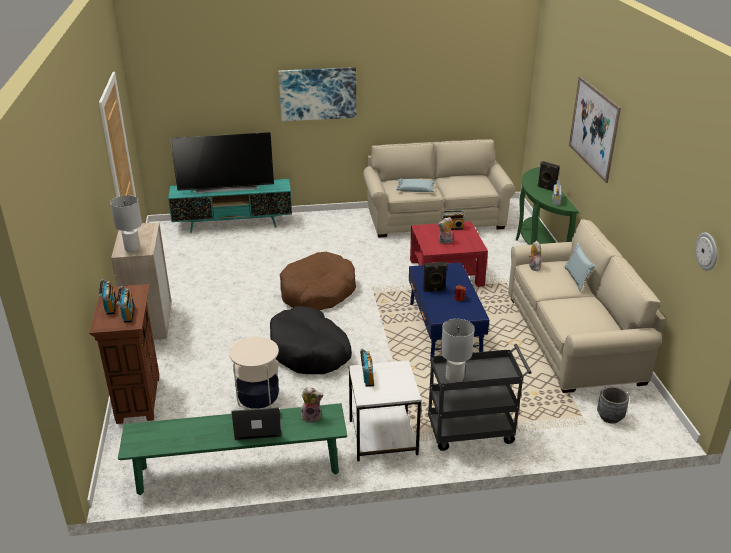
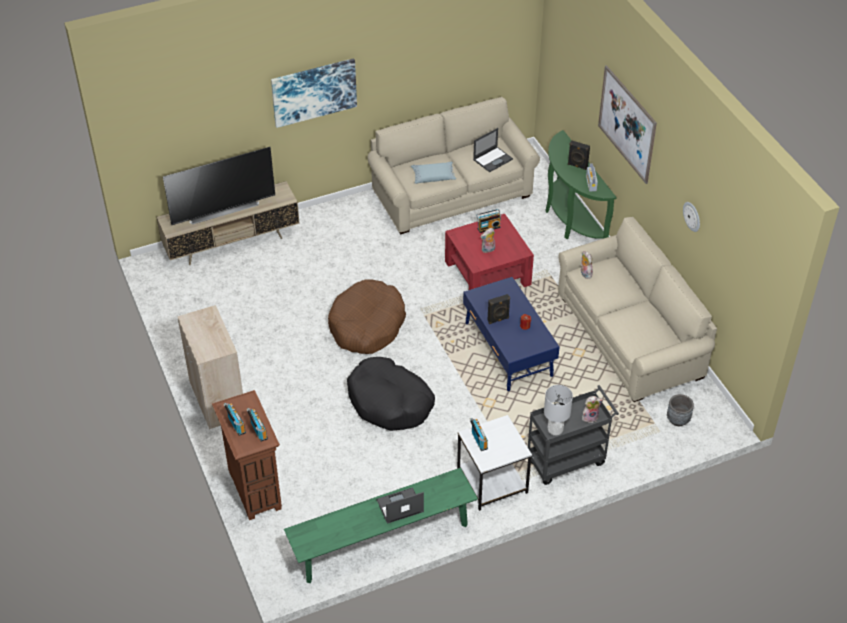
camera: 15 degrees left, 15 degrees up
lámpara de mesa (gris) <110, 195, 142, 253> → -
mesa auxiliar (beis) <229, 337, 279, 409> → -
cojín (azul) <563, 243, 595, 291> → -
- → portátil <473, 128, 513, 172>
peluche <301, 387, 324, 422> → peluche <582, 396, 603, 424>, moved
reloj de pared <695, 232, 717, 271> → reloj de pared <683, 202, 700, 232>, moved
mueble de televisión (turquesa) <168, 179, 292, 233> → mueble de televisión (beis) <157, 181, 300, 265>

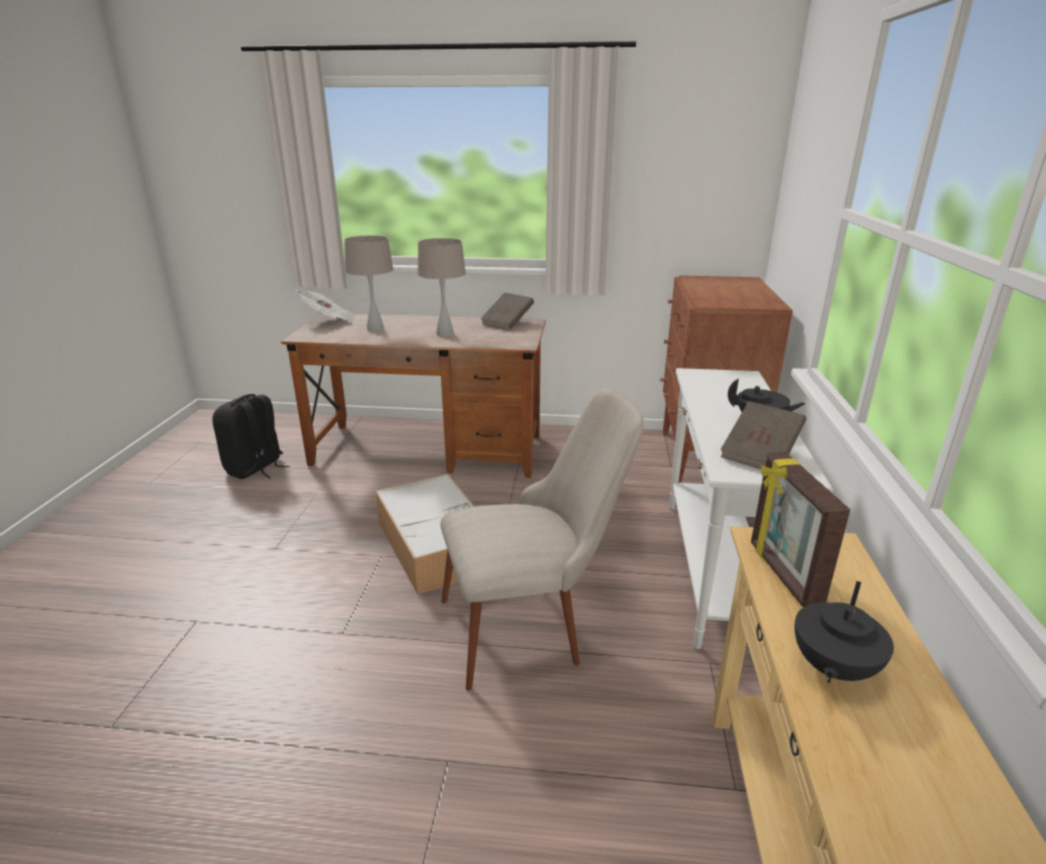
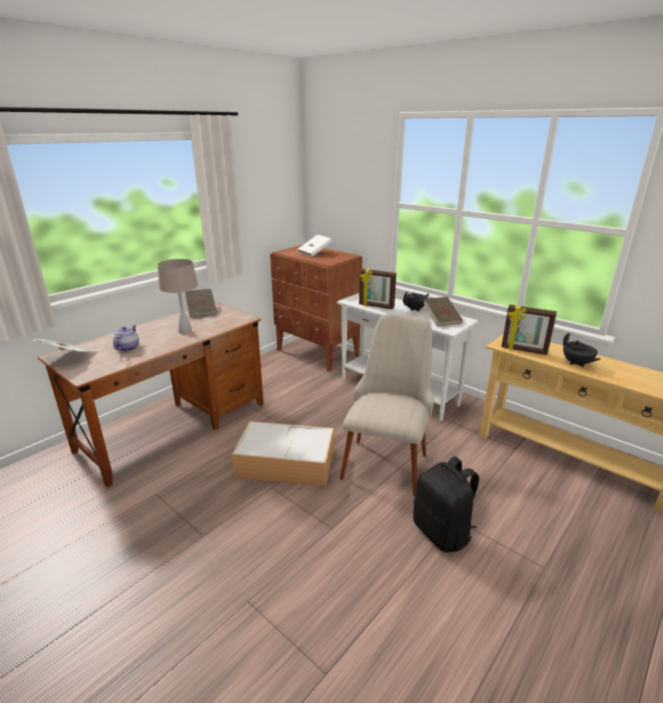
camera: 55 degrees left, 0 degrees up
- → libro (blanco) <298, 235, 332, 257>
- → portarretratos <359, 269, 396, 309>
mochila (negro) <212, 394, 289, 479> → mochila (negro) <413, 456, 479, 552>, moved
lámpara de mesa (beis) <344, 235, 393, 332> → tetera <113, 325, 139, 351>

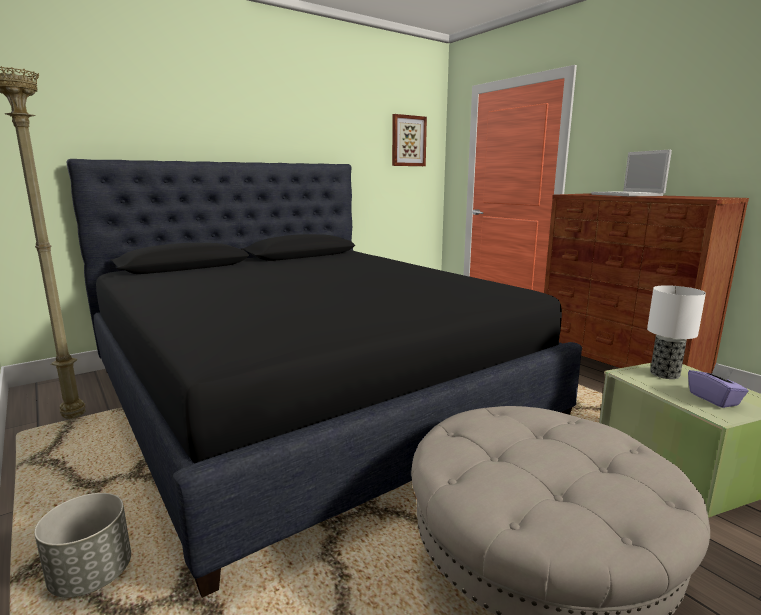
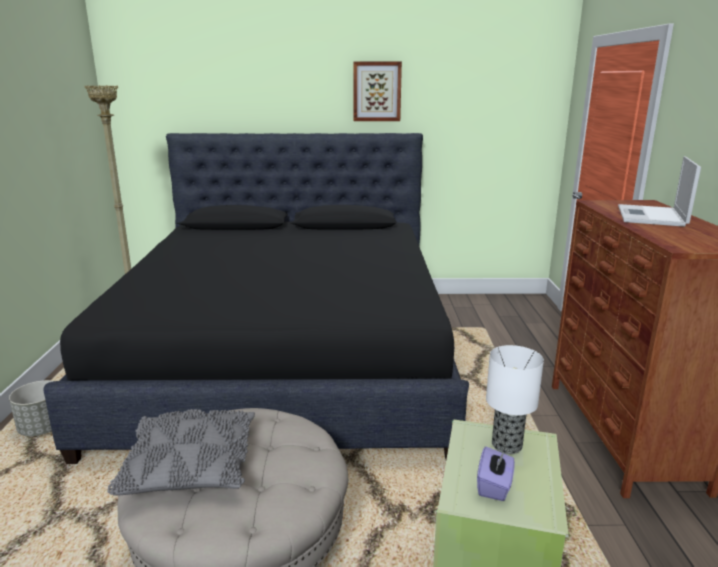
camera: 35 degrees right, 5 degrees up
- → cojín (gris) <107, 409, 255, 496>
cuadro <392, 114, 427, 166> → cuadro <353, 61, 402, 121>, moved

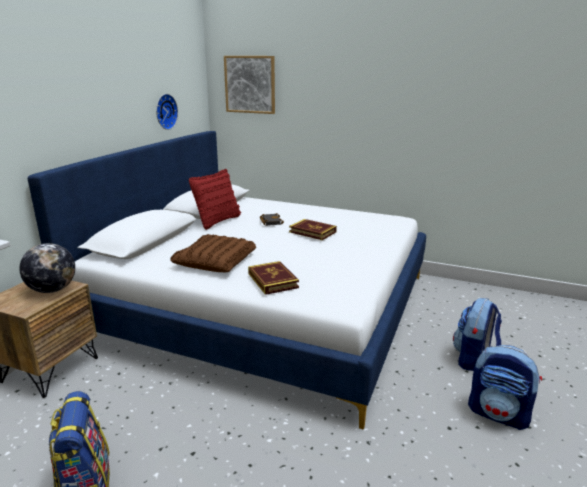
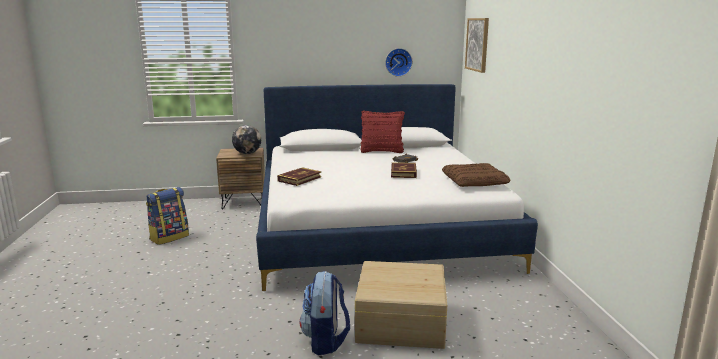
camera: 60 degrees right, 5 degrees down
cojín (marrón) <170, 234, 256, 272> → cojín (marrón) <442, 163, 511, 187>, moved
mochila <453, 298, 502, 371> → caja de almacenaje (beis) <355, 261, 447, 349>

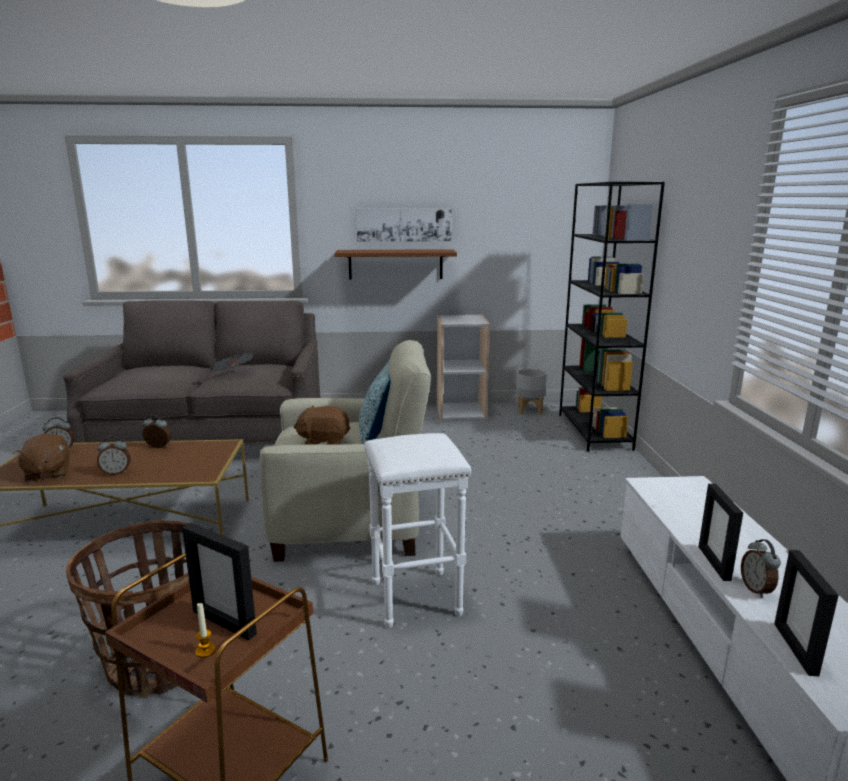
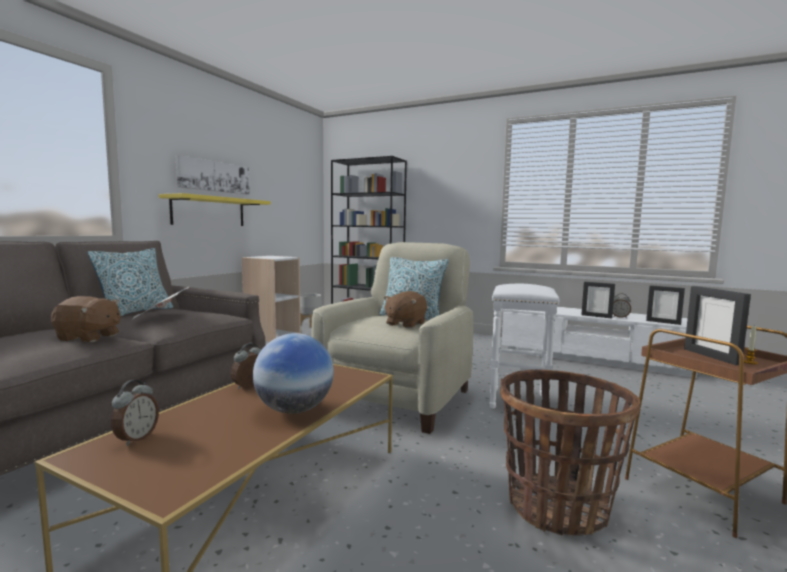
camera: 60 degrees left, 10 degrees down
- → cojín <88, 248, 173, 316>
peluche (marrón) <13, 434, 69, 482> → peluche (marrón) <51, 296, 121, 342>, moved
despertador <97, 436, 131, 475> → globo terráqueo <253, 333, 334, 414>
estante (marrón) <334, 249, 457, 280> → estante (amarillo) <159, 193, 271, 226>
portarretratos <182, 523, 257, 640> → portarretratos <684, 286, 751, 365>, 105 degrees clockwise

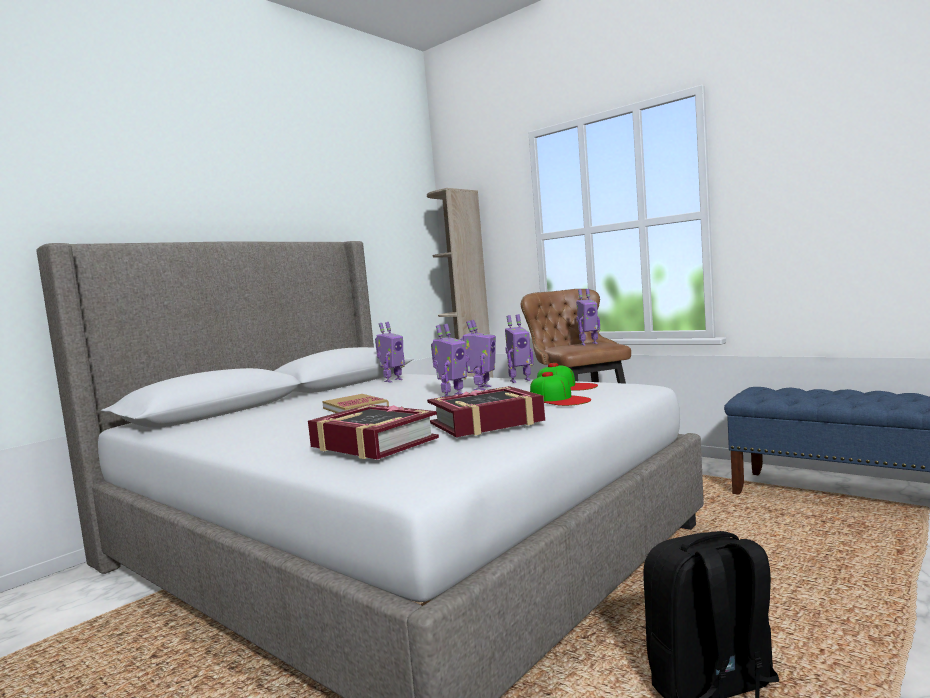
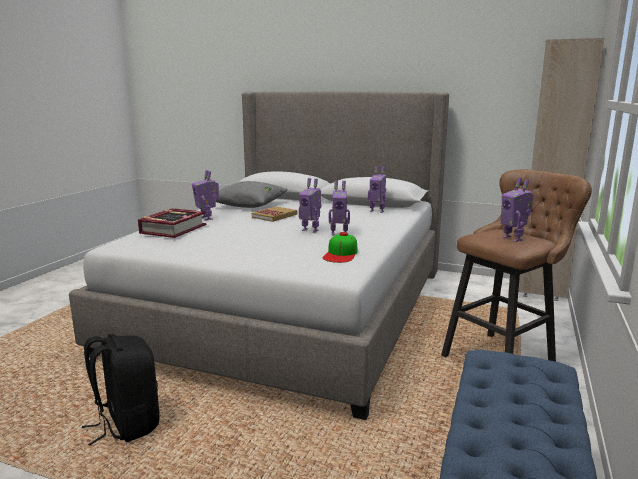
camera: 70 degrees right, 10 degrees up
libro <427, 386, 545, 437> → -
gorra <530, 372, 591, 406> → -
- → cojín (gris) <216, 181, 288, 208>
robot de juguete <505, 314, 534, 383> → robot de juguete <192, 170, 219, 221>, moved

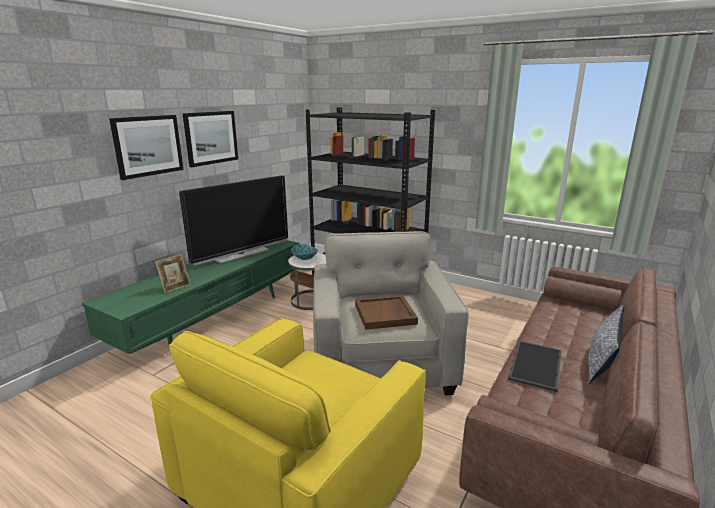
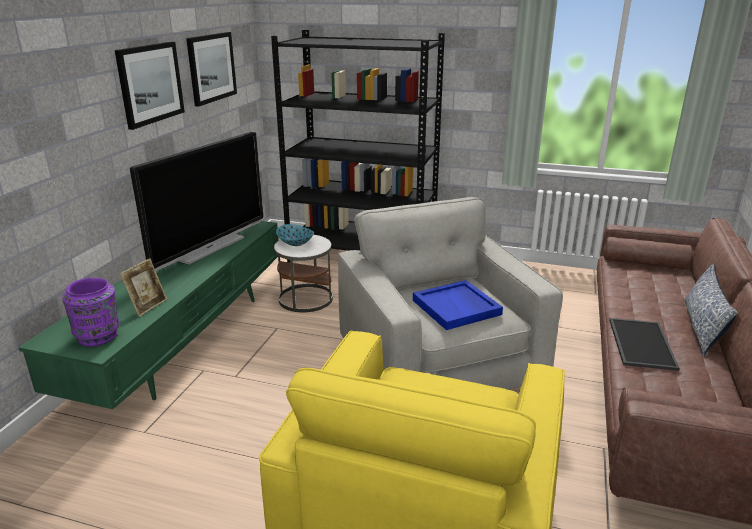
camera: 15 degrees left, 5 degrees up
- → florero (morado) <62, 278, 120, 347>
cuadro <109, 115, 184, 180> → cuadro <186, 32, 237, 107>, moved
bandeja (marrón) <355, 295, 418, 330> → bandeja (azul) <413, 280, 503, 330>

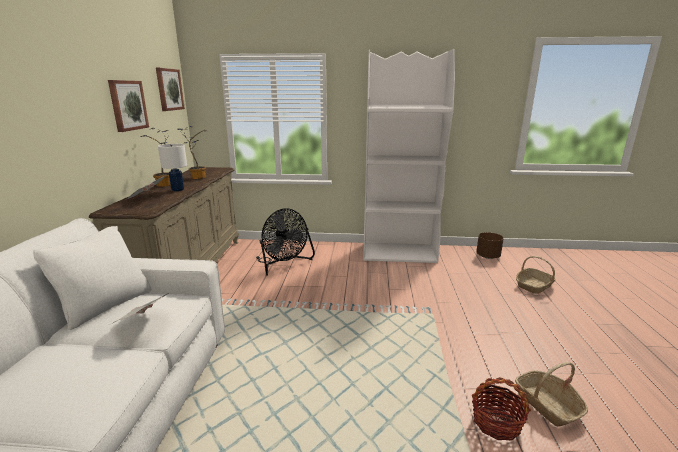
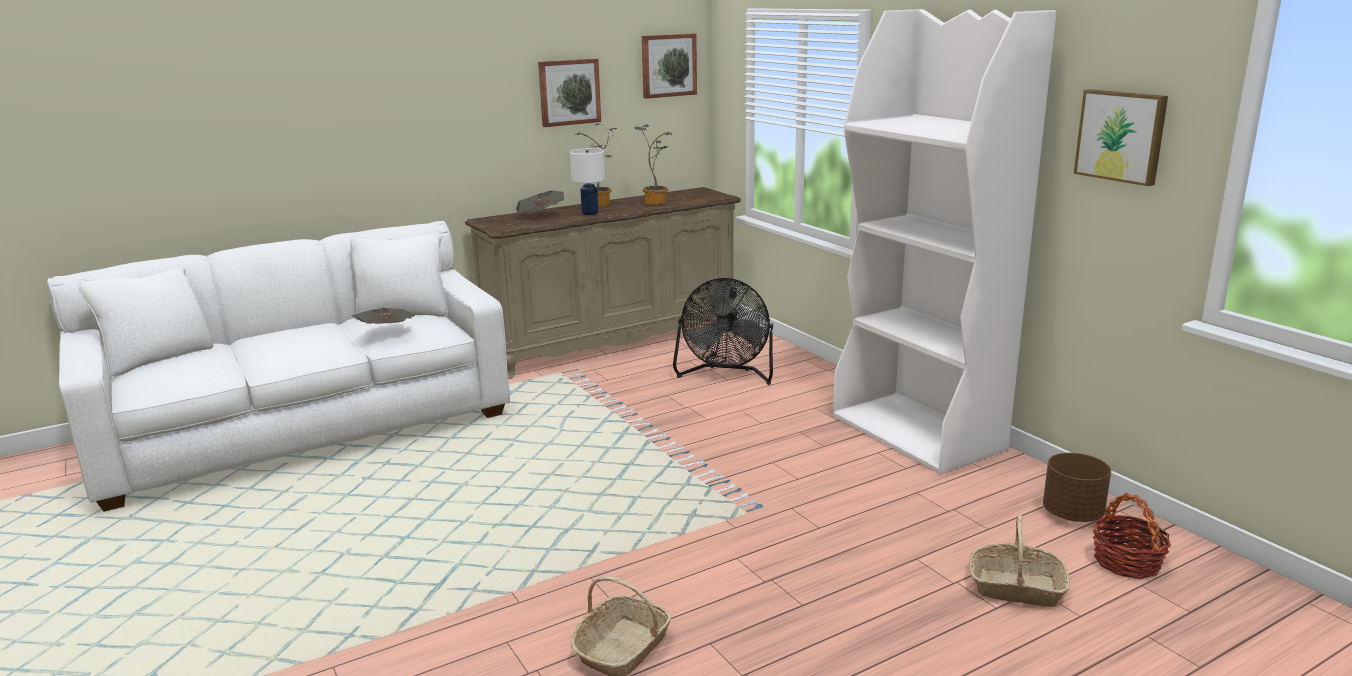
camera: 55 degrees right, 0 degrees up
- → cuadro <1074, 89, 1168, 186>
cesta <472, 377, 531, 441> → cesta <1093, 493, 1171, 579>, moved

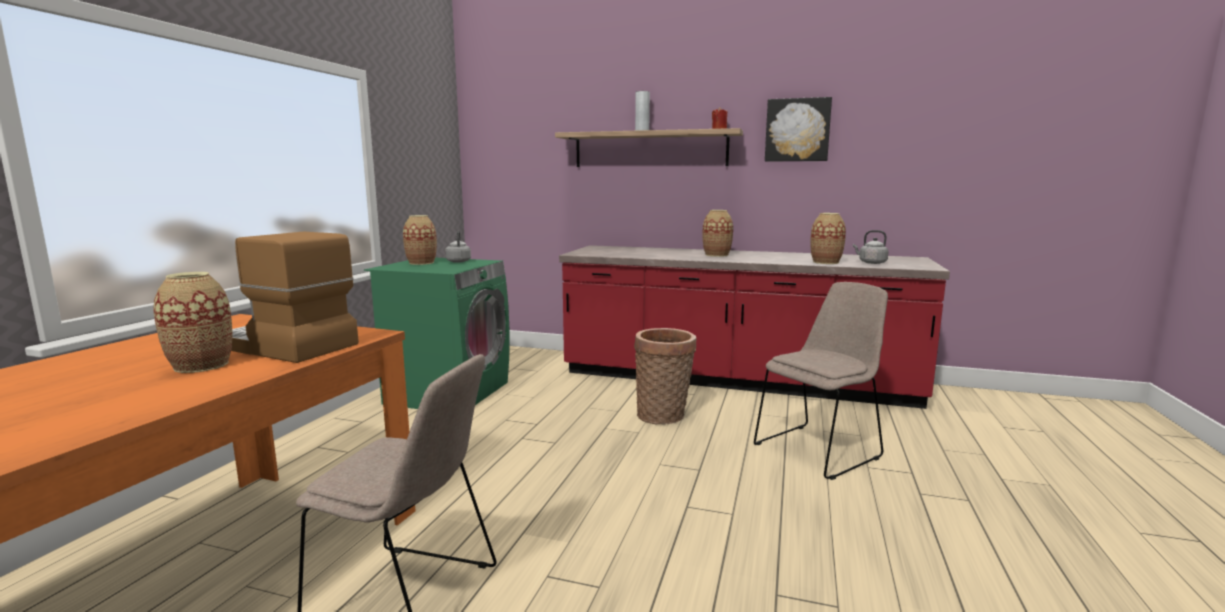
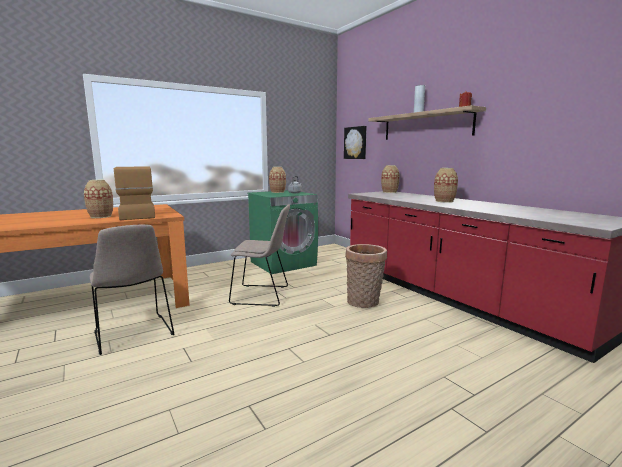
camera: 40 degrees right, 0 degrees up
hervidor (gris) <853, 230, 889, 264> → -
silla (beis) <754, 282, 888, 480> → silla (beis) <229, 204, 290, 307>, moved
cuadro <765, 97, 832, 161> → cuadro <344, 126, 367, 159>, moved
florero <810, 213, 846, 264> → florero <381, 165, 400, 193>, moved

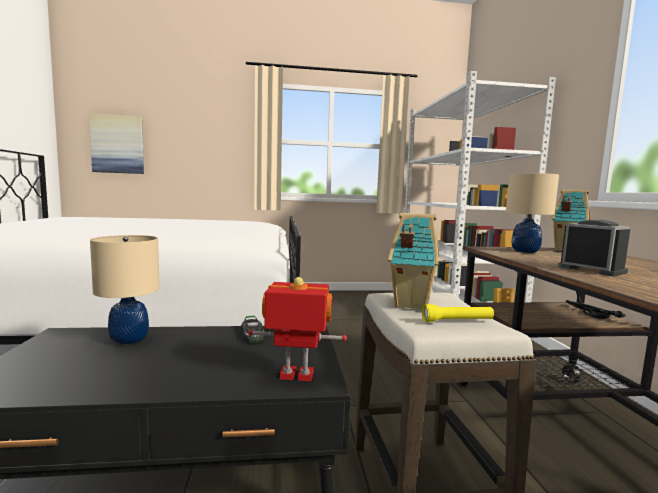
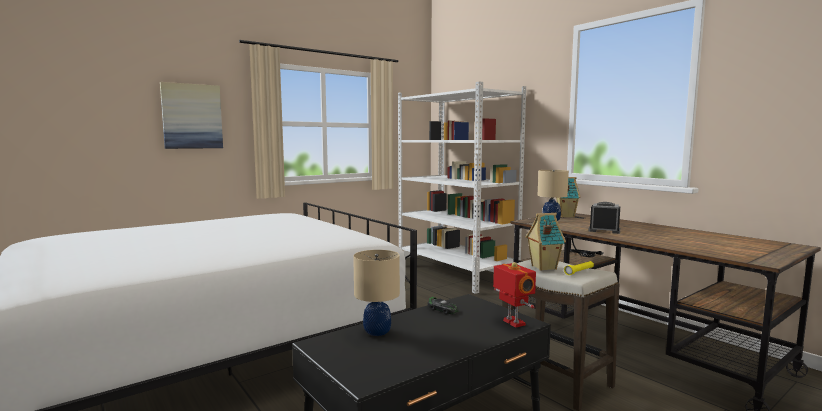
camera: 30 degrees left, 0 degrees up
cuadro <89, 114, 144, 174> → cuadro <160, 82, 223, 149>, moved
robot de juguete <248, 277, 347, 381> → robot de juguete <493, 262, 536, 328>, 90 degrees clockwise

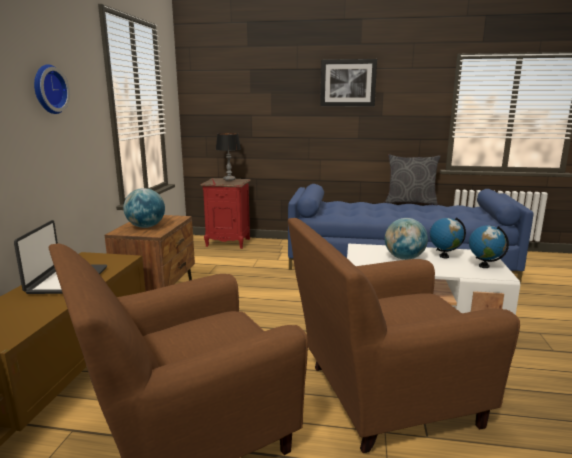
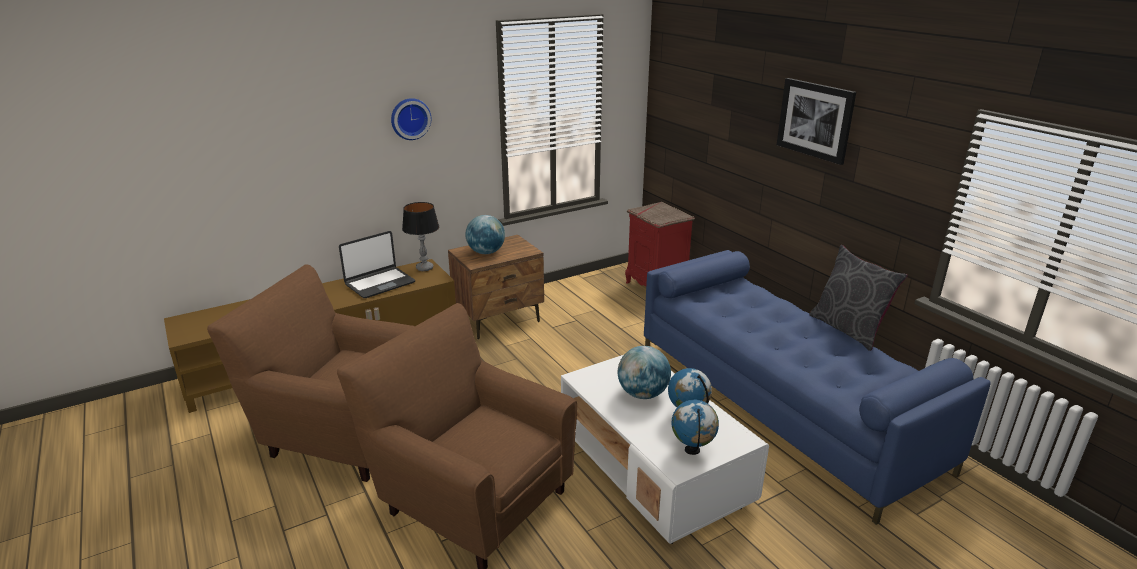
camera: 50 degrees right, 10 degrees up
lámpara de mesa <216, 133, 241, 181> → lámpara de mesa <402, 202, 439, 271>, moved

